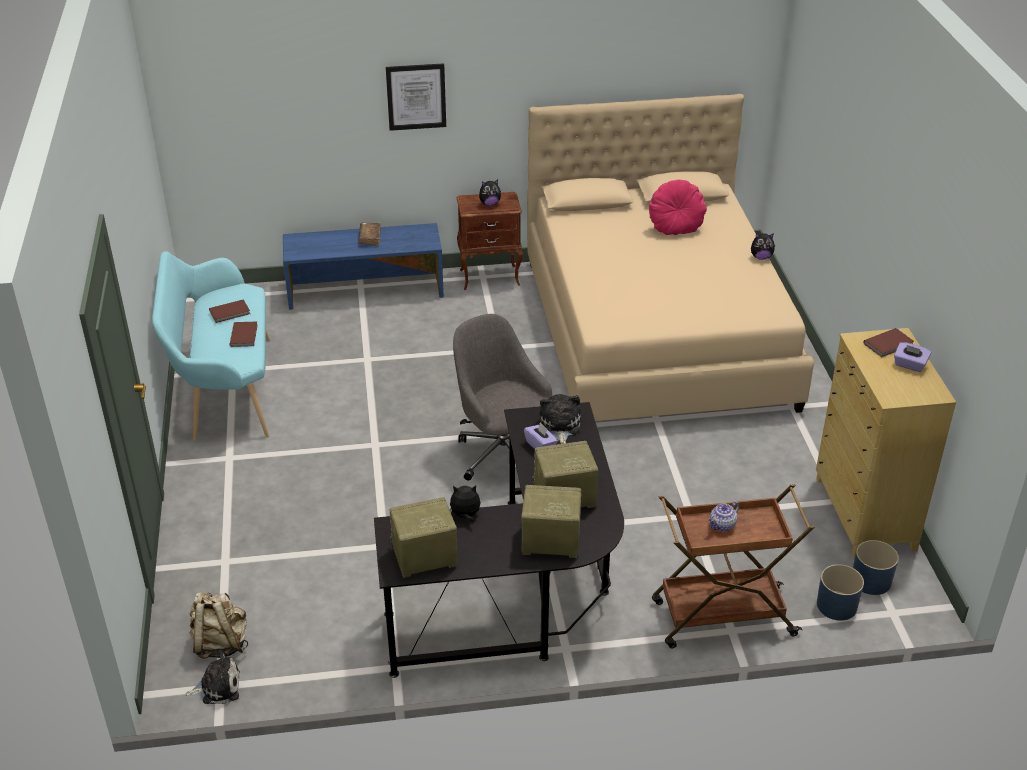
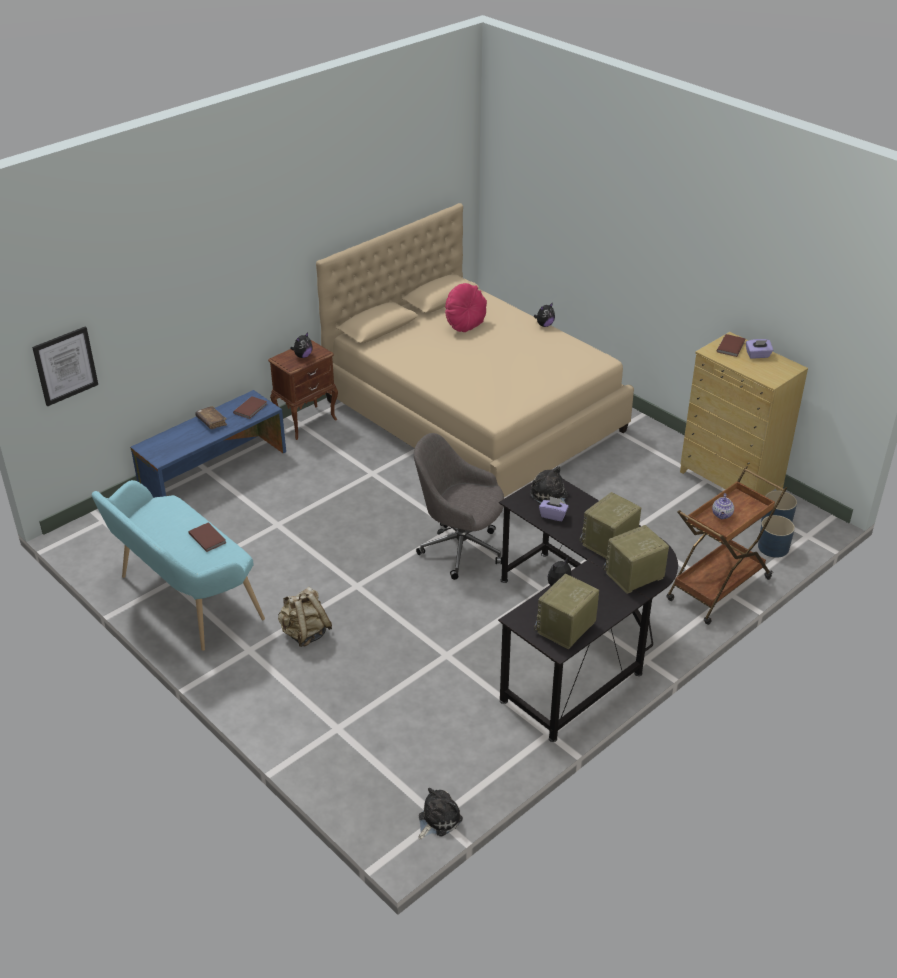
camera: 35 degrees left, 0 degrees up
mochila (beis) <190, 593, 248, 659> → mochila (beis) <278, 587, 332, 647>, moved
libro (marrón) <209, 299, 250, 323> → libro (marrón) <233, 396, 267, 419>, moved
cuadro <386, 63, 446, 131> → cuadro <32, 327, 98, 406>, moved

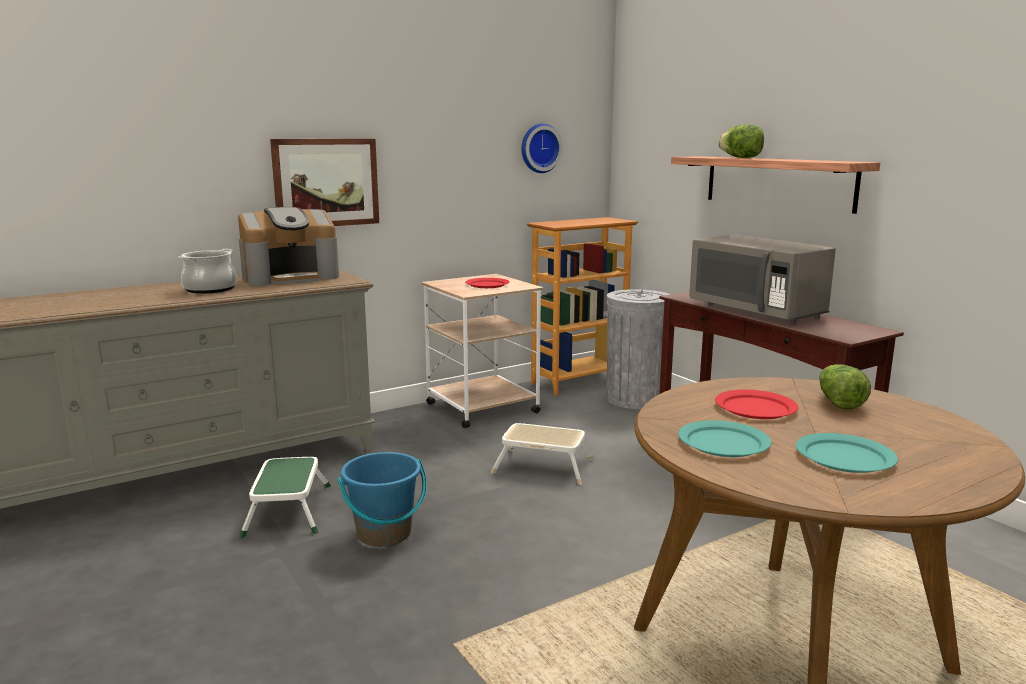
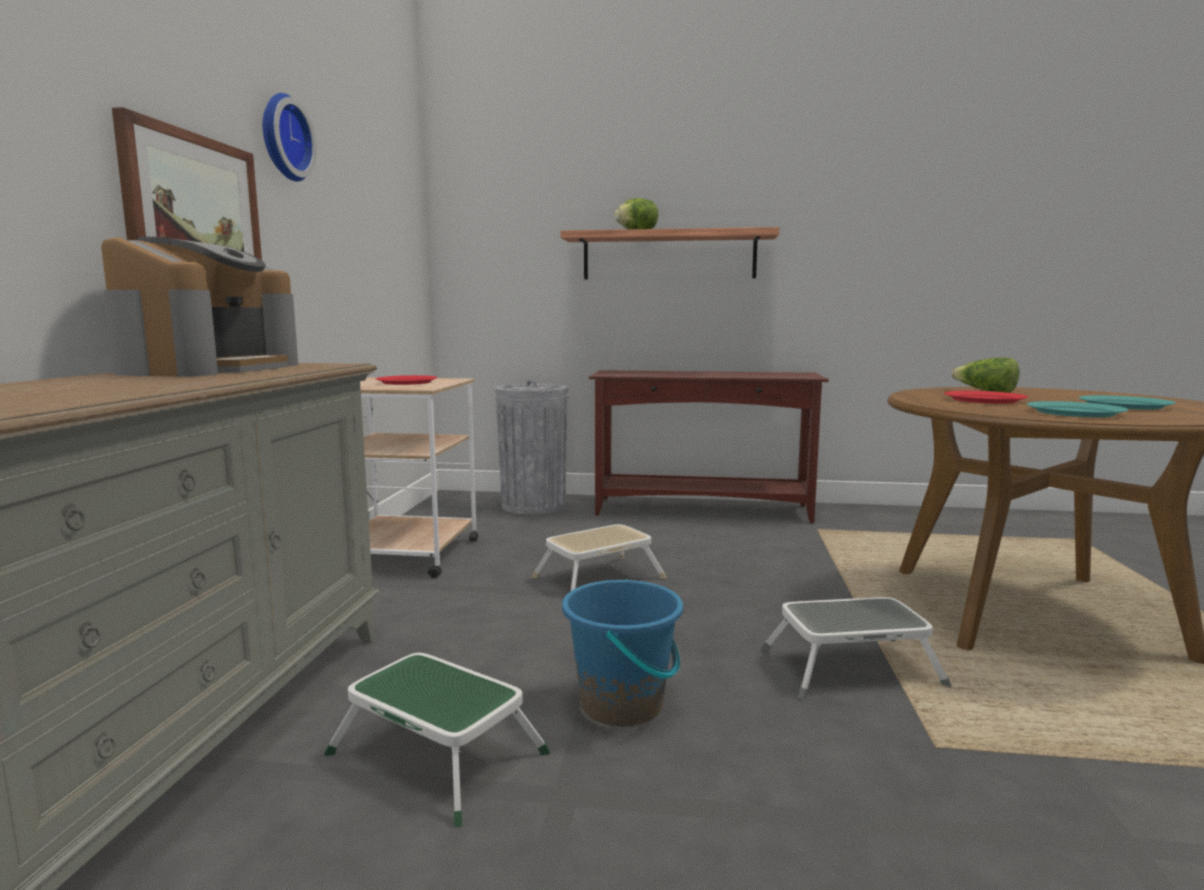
camera: 50 degrees left, 5 degrees down
olla <178, 249, 237, 294> → -
estantería <526, 217, 638, 396> → -
microondas (gris) <689, 234, 836, 324> → -
- → escalera de tijera (gris) <761, 597, 952, 700>
reloj de pared <522, 123, 562, 173> → reloj de pared <263, 93, 317, 182>, moved

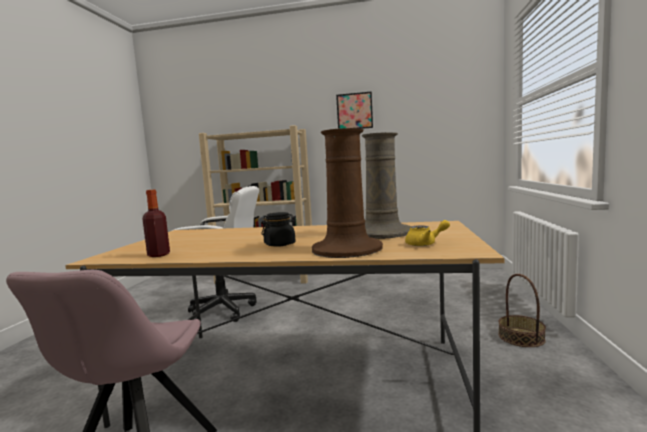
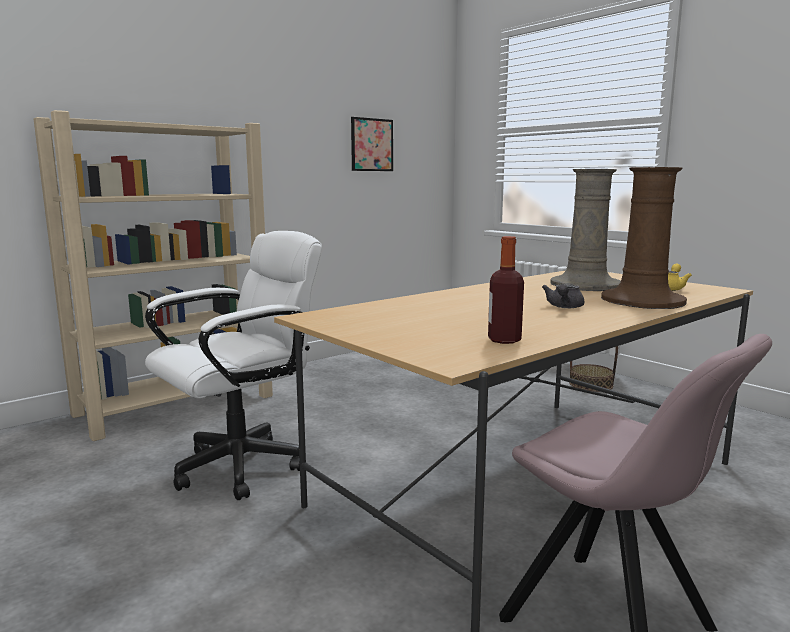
camera: 50 degrees left, 5 degrees up
cuadro <336, 91, 373, 129> → cuadro <351, 117, 393, 171>, moved
tarro (negro) <262, 212, 296, 247> → tetera (gris) <542, 284, 584, 308>

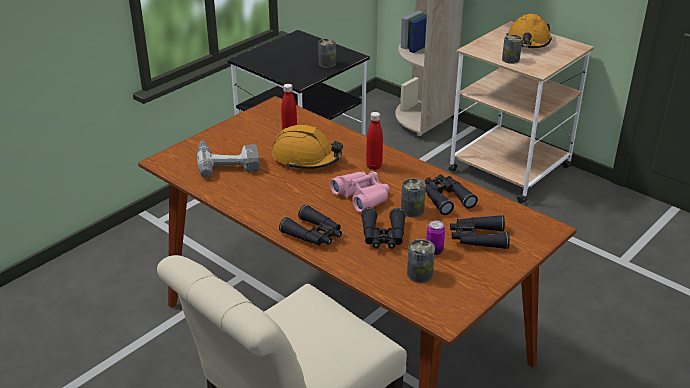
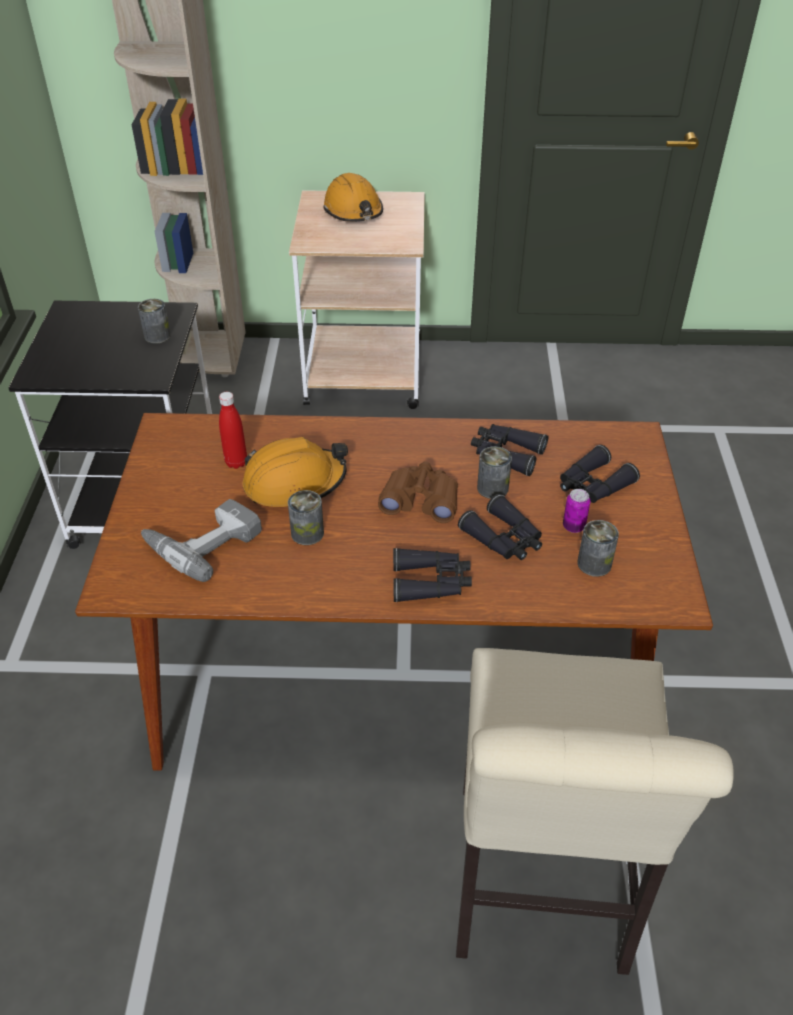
camera: 40 degrees left, 10 degrees up
botella (rojo) <366, 112, 383, 170> → -
lata <502, 35, 522, 64> → lata <288, 490, 324, 545>, moved
prismáticos (rosa) <330, 171, 390, 213> → prismáticos (marrón) <378, 461, 458, 523>

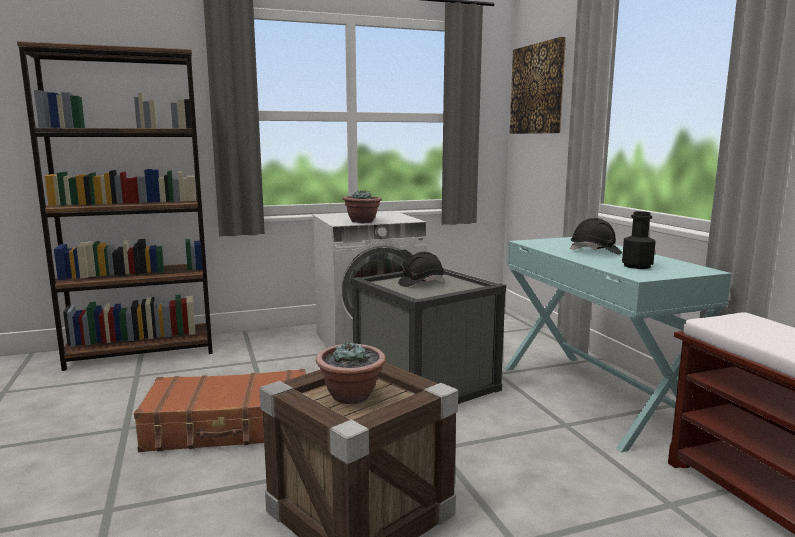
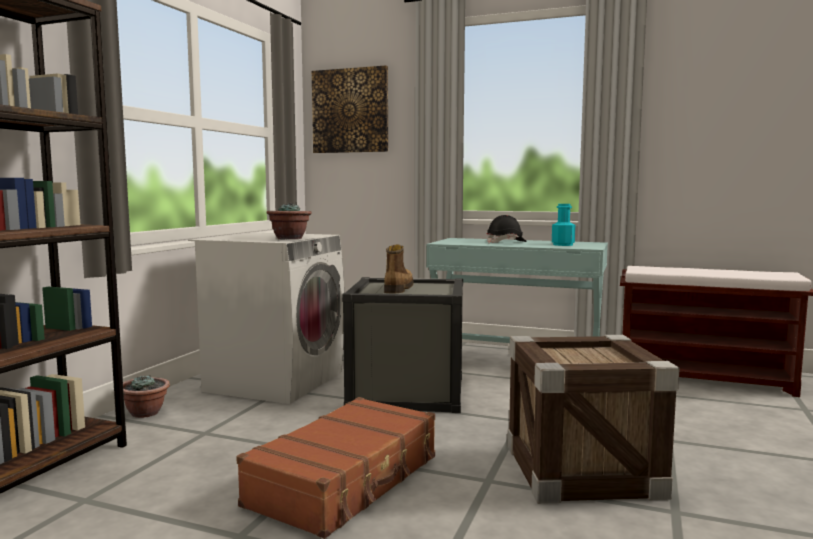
camera: 50 degrees left, 5 degrees down
planta en maceta <316, 341, 386, 404> → planta en maceta <123, 375, 170, 418>, moved
casco (negro) <398, 252, 444, 287> → bota <384, 244, 414, 294>
botella (negro) <622, 211, 656, 269> → botella (turquesa) <552, 204, 575, 246>

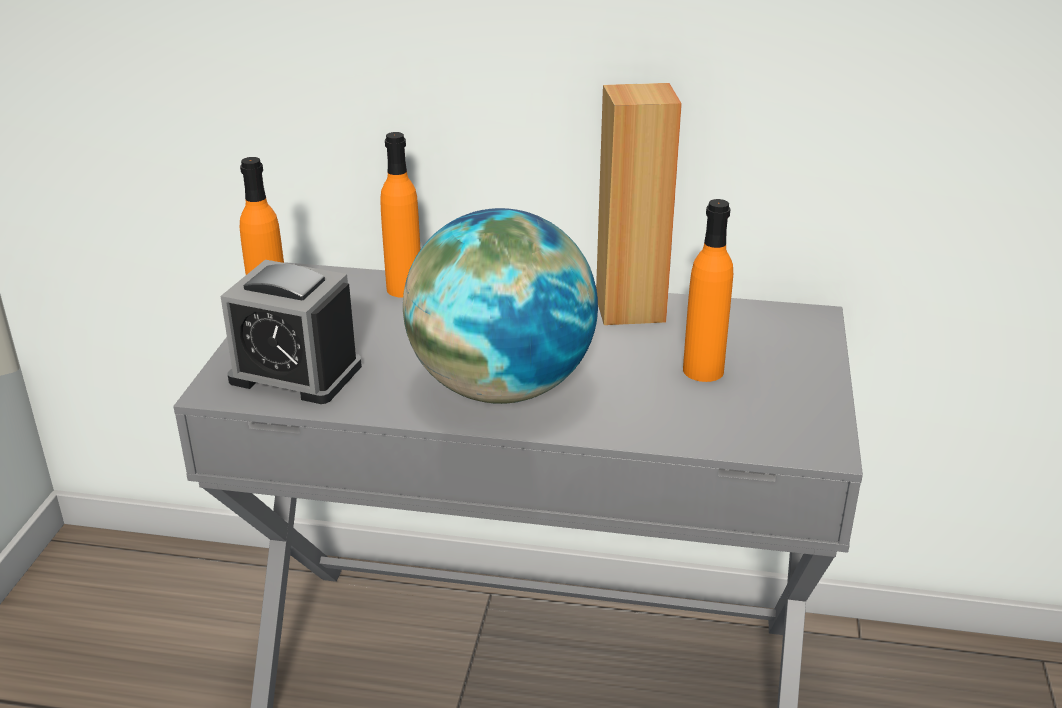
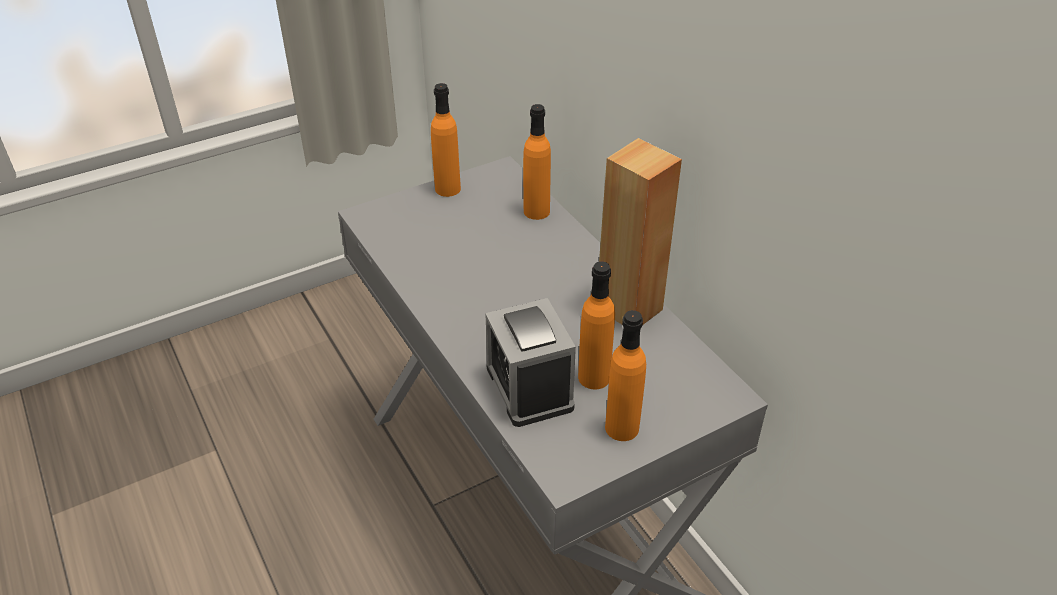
camera: 50 degrees right, 10 degrees up
globo terráqueo <403, 208, 598, 404> → -
- → botella (naranja) <605, 310, 646, 441>
despertador <220, 260, 362, 404> → despertador <485, 298, 576, 427>, moved

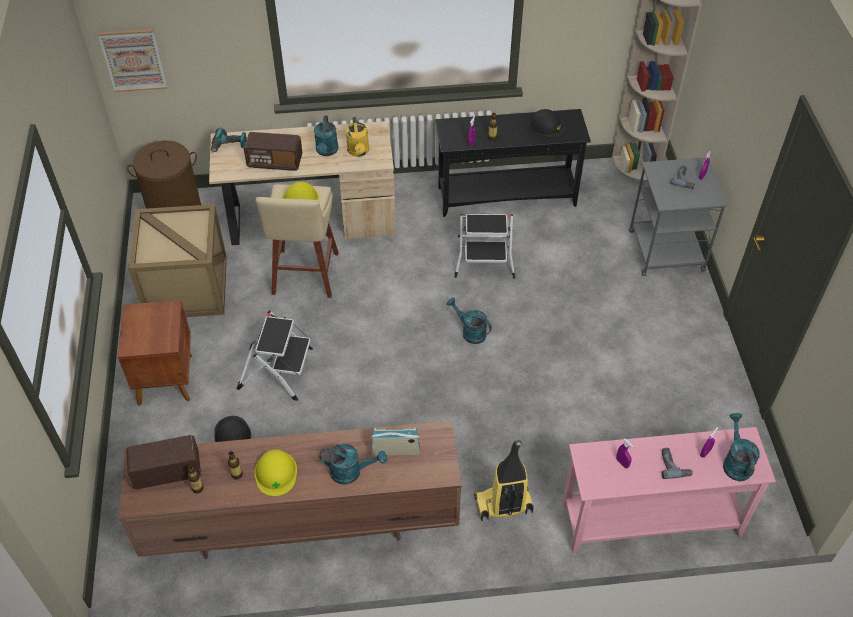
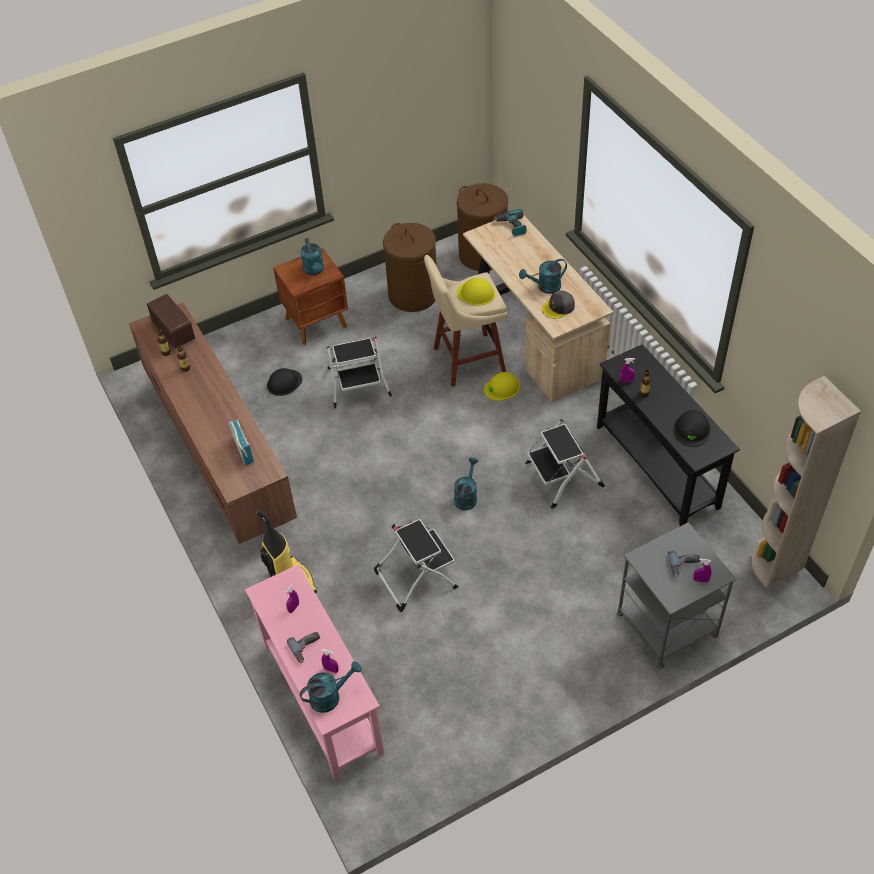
camera: 70 degrees right, 0 degrees up
cuadro <97, 29, 167, 92> → -
radio <244, 132, 302, 171> → -
- → escalera de tijera <374, 519, 459, 612>
casco (amarillo) <255, 450, 297, 496> → casco (amarillo) <484, 372, 520, 401>, moved
regadera (turquesa) <319, 443, 387, 485> → regadera (turquesa) <300, 238, 324, 275>, moved
caja de embalaje <128, 204, 227, 317> → cesto de la ropa (marrón) <383, 223, 437, 312>
regadera (amarillo) <346, 116, 369, 157> → gorra (gris) <542, 290, 575, 319>

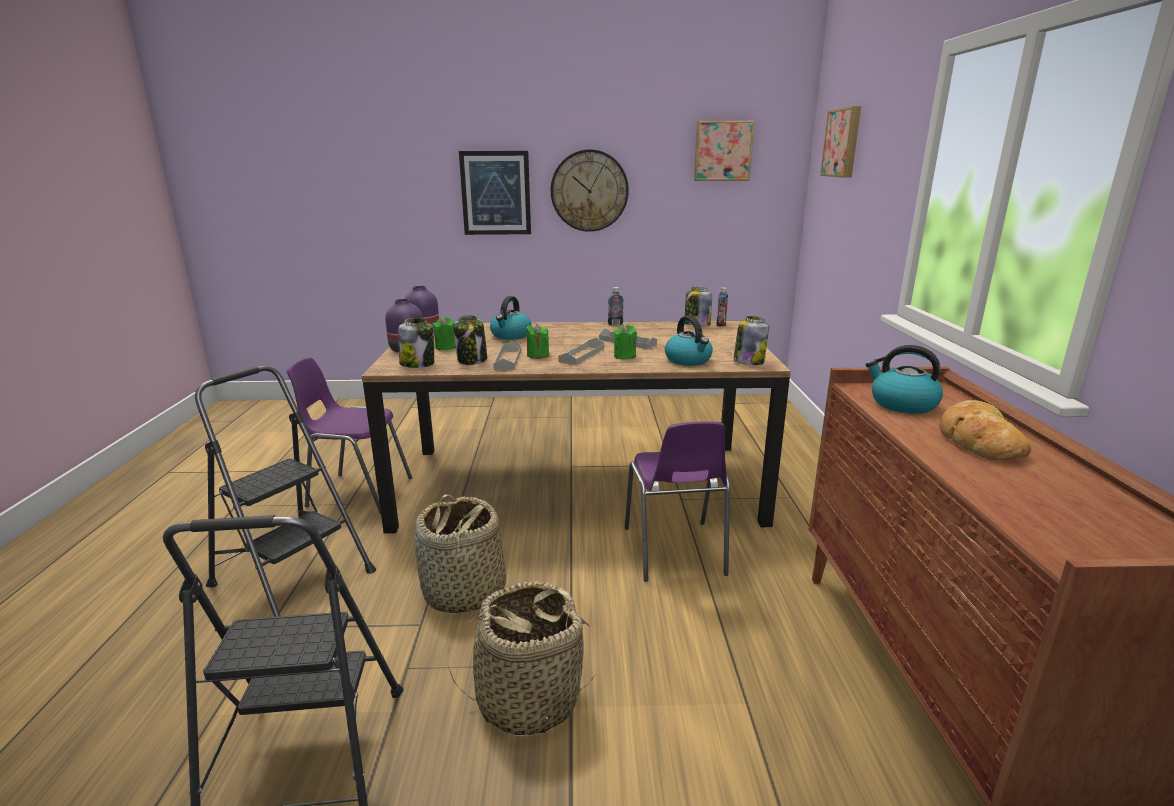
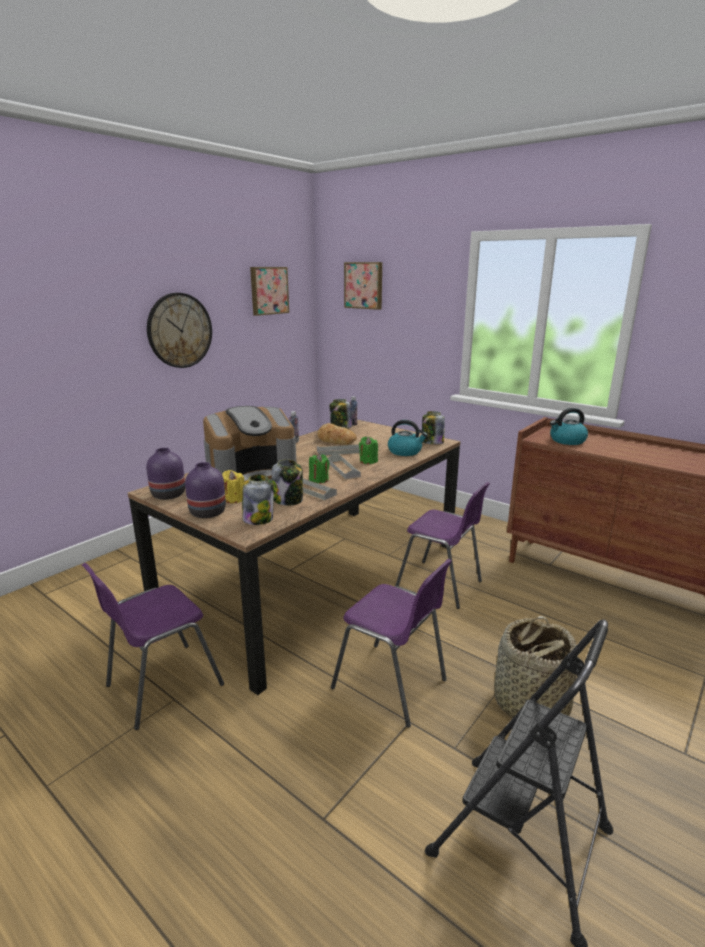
camera: 50 degrees left, 0 degrees up
escalera de tijera (negro) <195, 366, 376, 617> → -
cuadro <459, 151, 531, 235> → -
pan <939, 400, 1031, 461> → pan <318, 423, 357, 445>, moved
cesta <414, 494, 506, 613> → silla (morado) <331, 559, 452, 727>
hervidor <490, 296, 531, 340> → cafetera <203, 406, 296, 481>
vela (verde) <433, 317, 456, 350> → vela (amarillo) <222, 470, 245, 503>

